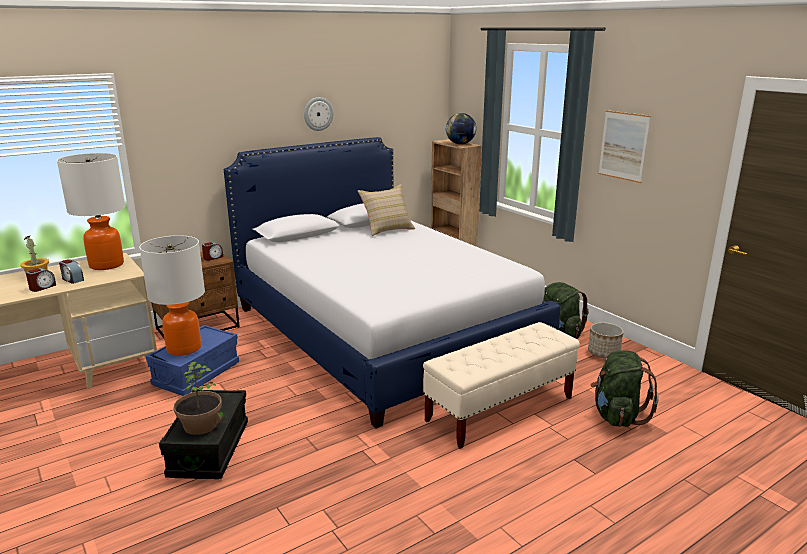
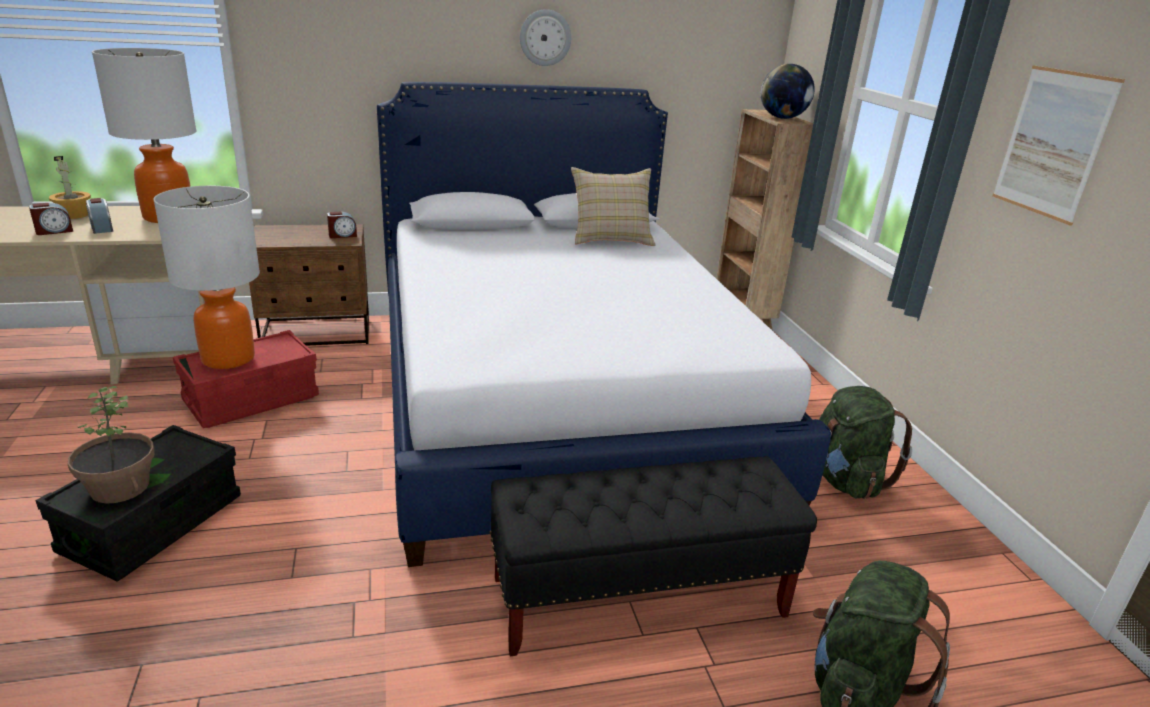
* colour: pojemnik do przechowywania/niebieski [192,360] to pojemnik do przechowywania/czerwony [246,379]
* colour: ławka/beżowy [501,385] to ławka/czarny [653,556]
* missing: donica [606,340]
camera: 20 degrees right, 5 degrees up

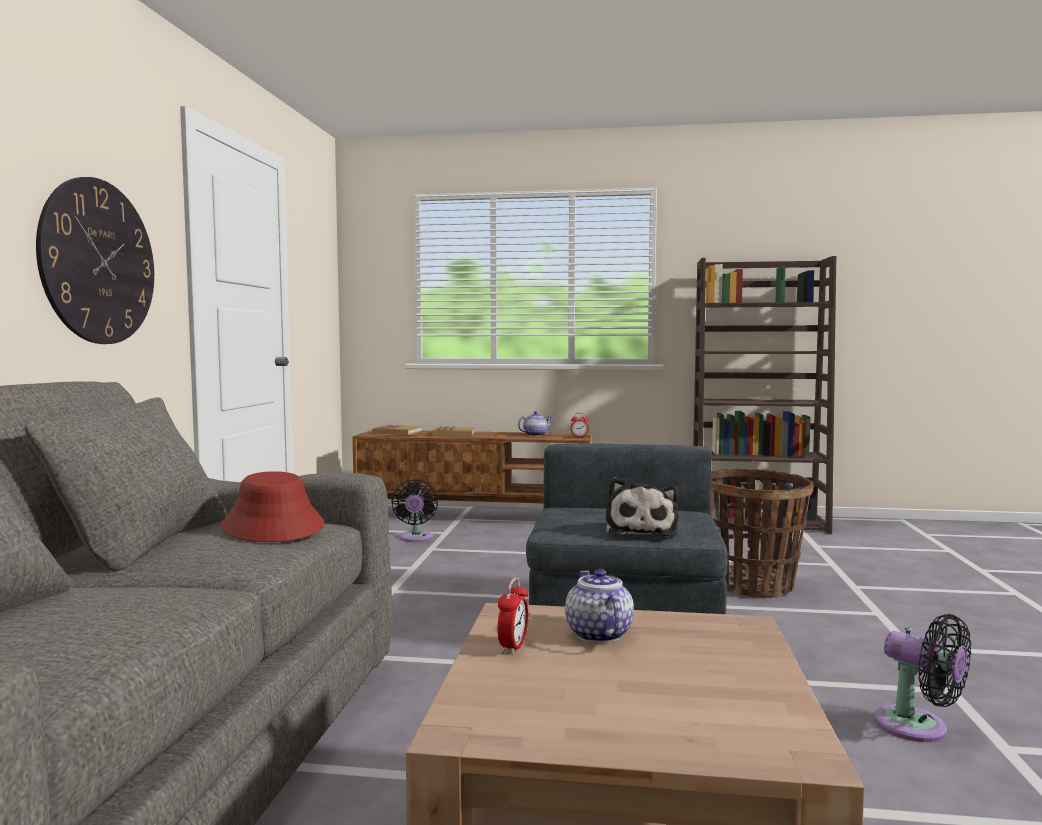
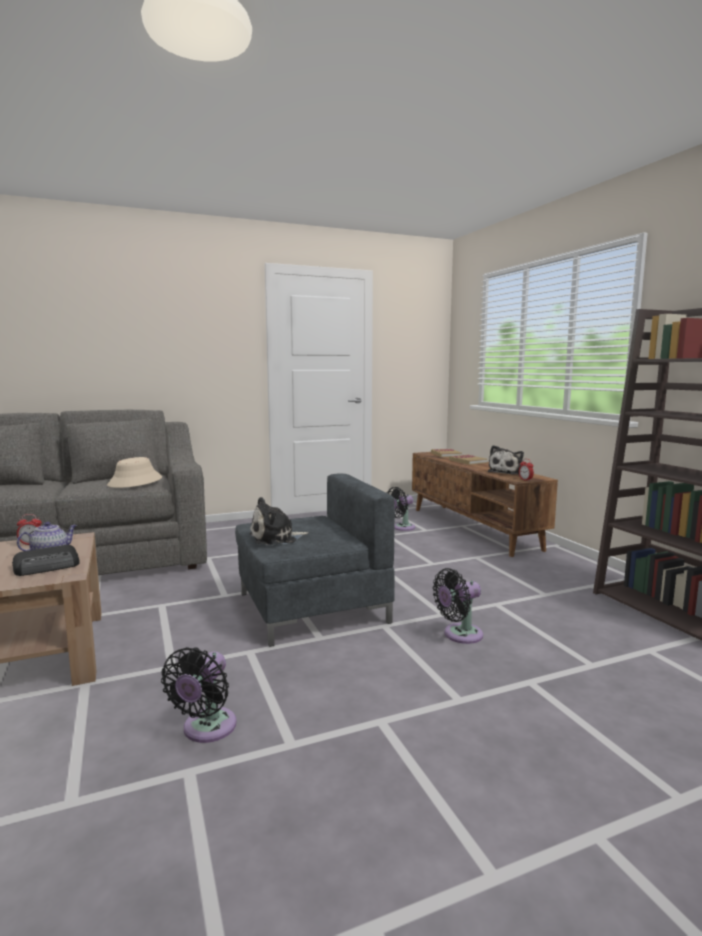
* missing: zegar ścienny [95,260]
* colour: kapelusz/czerwony [272,506] to kapelusz/beżowy [134,472]
* exchanged: imbryk [535,423] to pluszak [506,460]
* exchanged: koszyk [761,533] to wentylator/czarny [458,606]
* appeared: radio [46,560]
camera: 60 degrees right, 5 degrees up

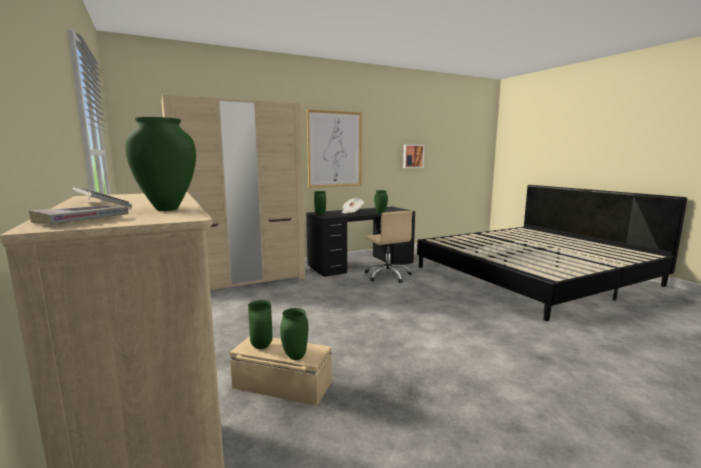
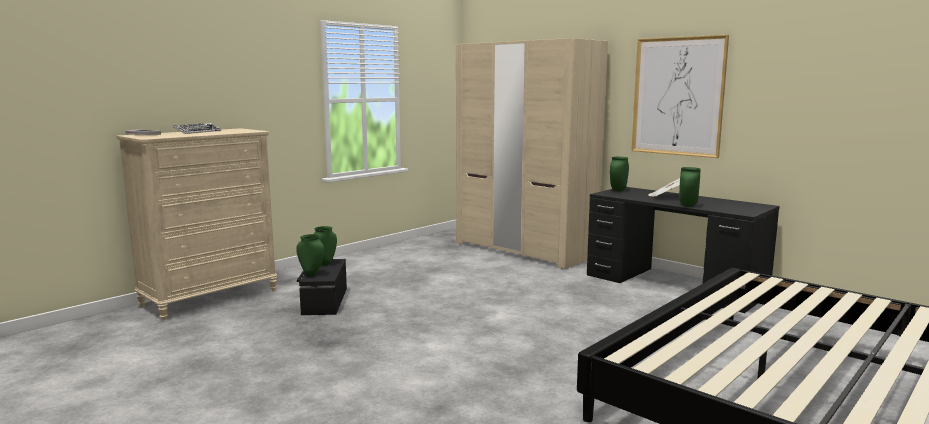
* missing: wazon/zielony [160,164]
* colour: pojemnik do przechowywania/beżowy [281,371] to pojemnik do przechowywania/czarny [322,287]
* missing: krzesło biurowe/beżowy [389,247]
* missing: obraz [413,156]
camera: 70 degrees right, 0 degrees up

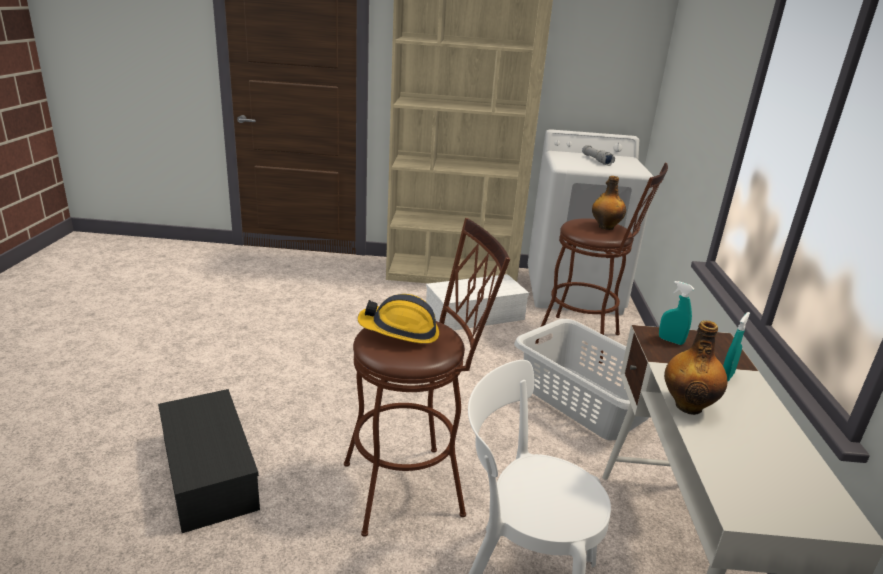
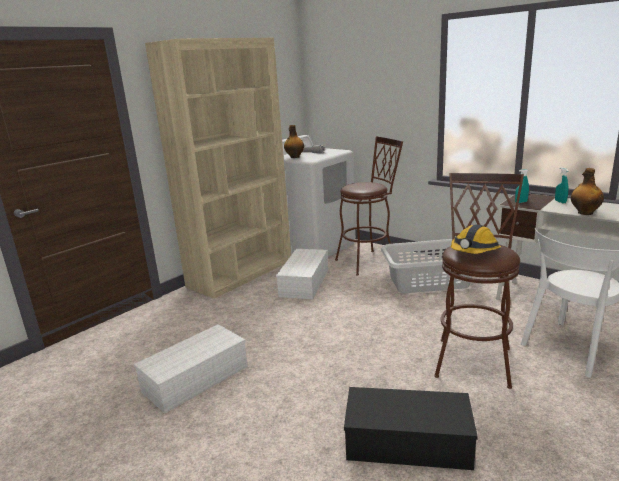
* relocated: butelka [609,203] to [294,141]
* appeared: pojemnik do przechowywania/biały [191,368]
camera: 50 degrees left, 5 degrees down

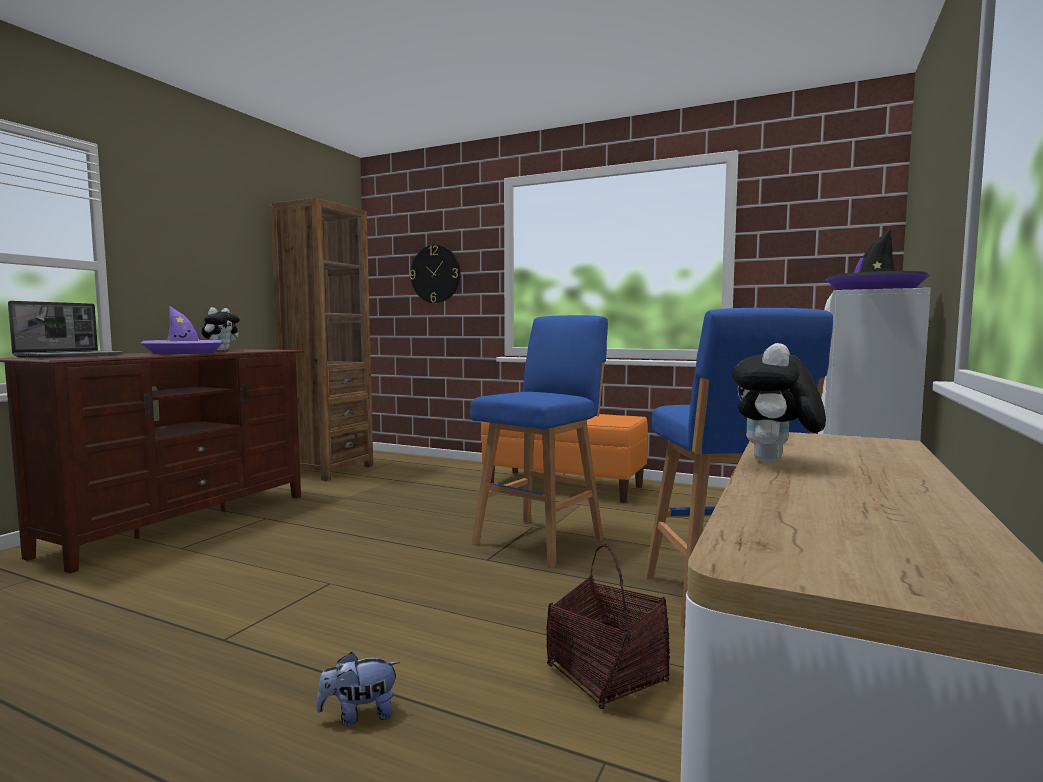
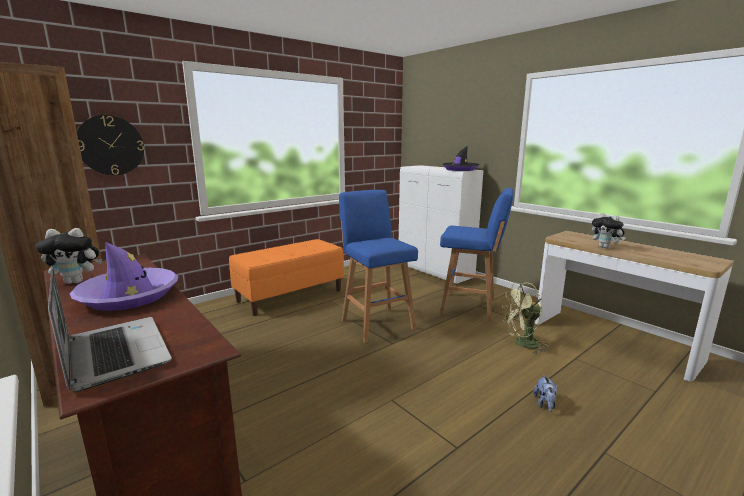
* spun: pluszak [221,329] = [68,256] 120 degrees clockwise
* exchanged: koszyk [608,626] to wentylator/zielony [525,318]
camera: 65 degrees left, 10 degrees up

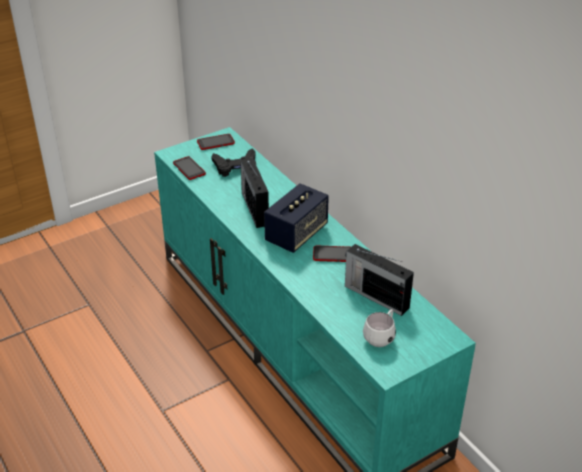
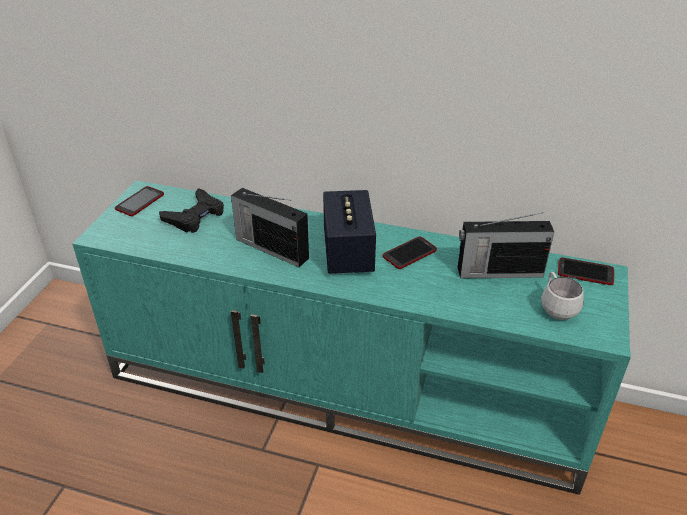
* relocated: telefon [189,168] to [586,271]
camera: 40 degrees left, 0 degrees up

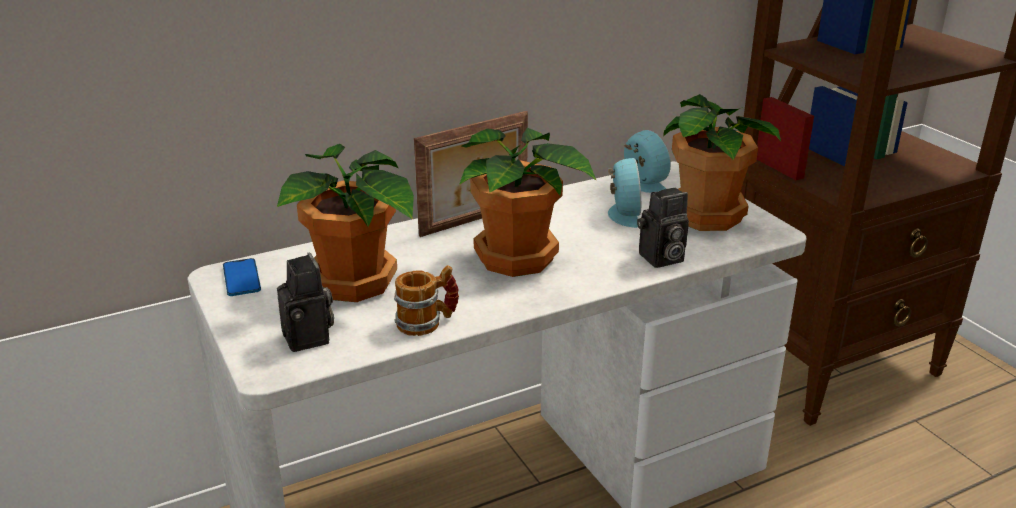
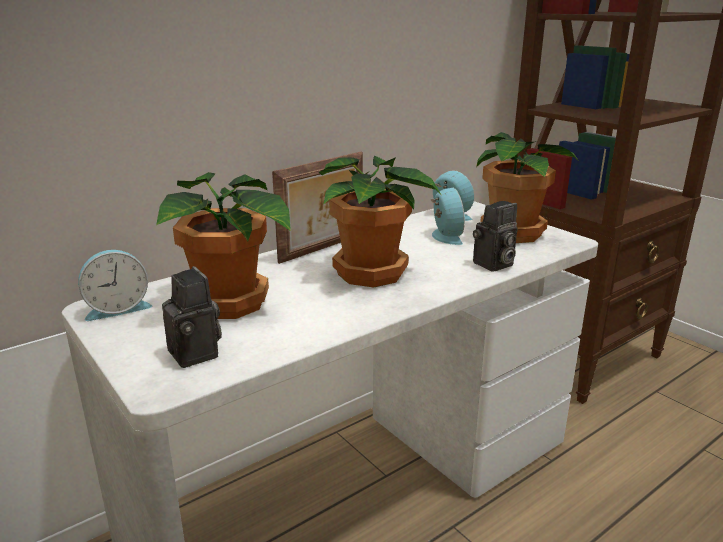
* exchanged: telefon [242,277] to budzik [115,285]
* missing: kubek [426,300]
camera: 10 degrees left, 5 degrees down

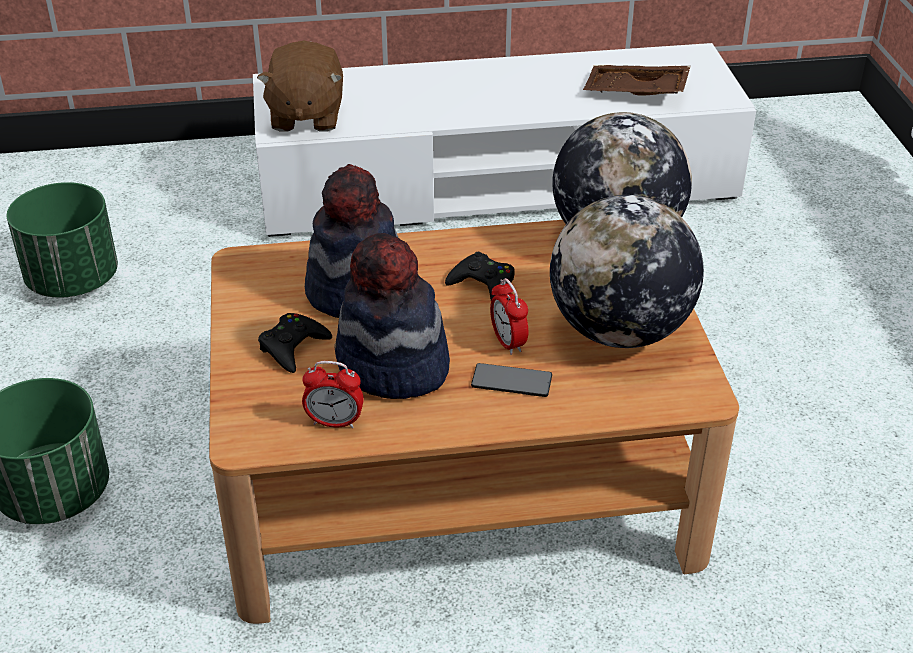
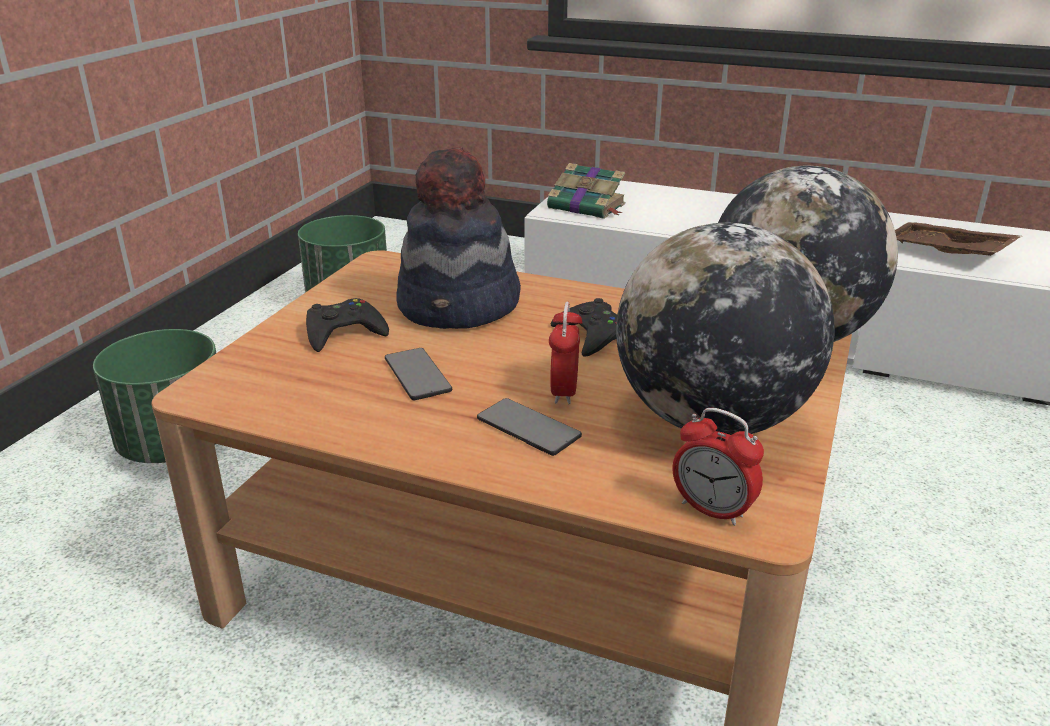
* exchanged: pluszak/brązowy [300,86] to książka [586,191]
* relocated: budzik [333,394] to [718,467]
* exchanged: kapelusz [392,316] to telefon [418,374]
camera: 30 degrees right, 10 degrees down

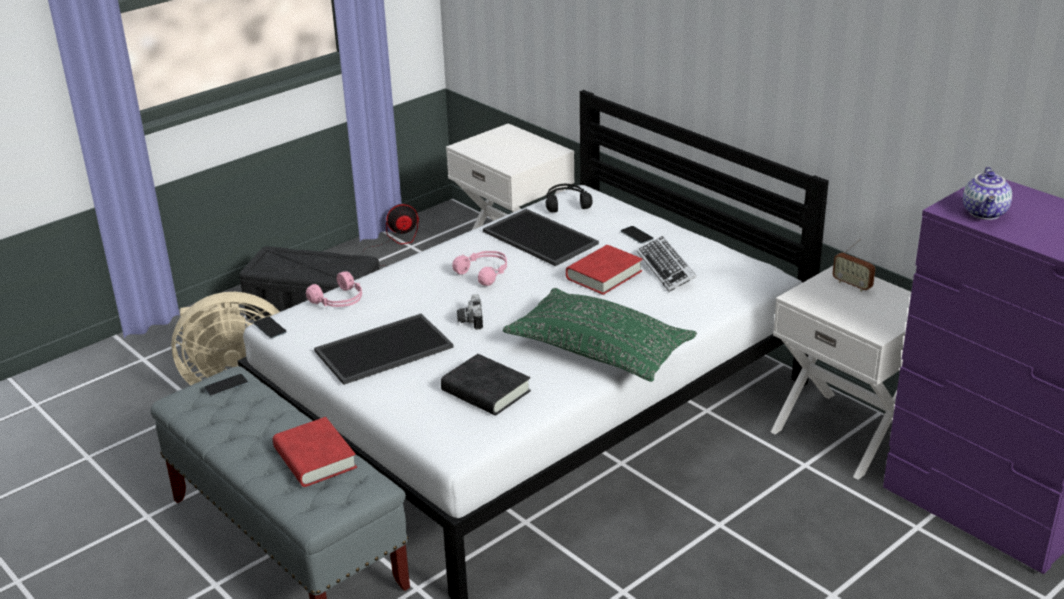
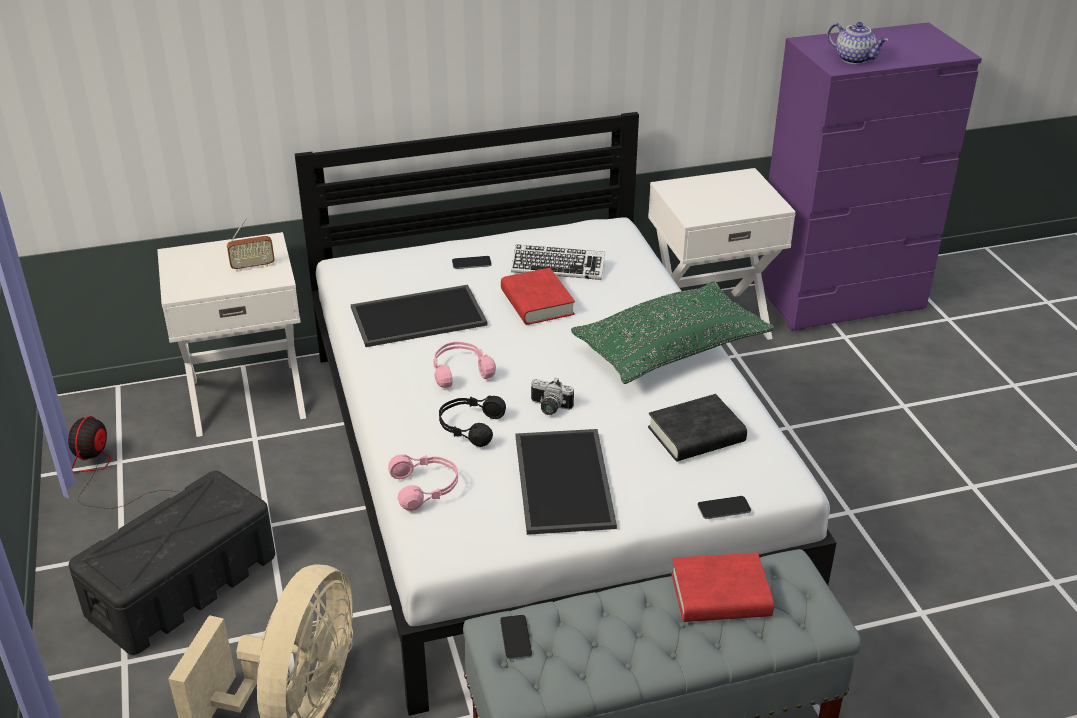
* relocated: telefon [270,327] to [724,507]
* relocated: słuchawki/czarny [569,198] to [472,421]
* relocated: radio [854,265] to [251,244]
camera: 65 degrees left, 5 degrees up

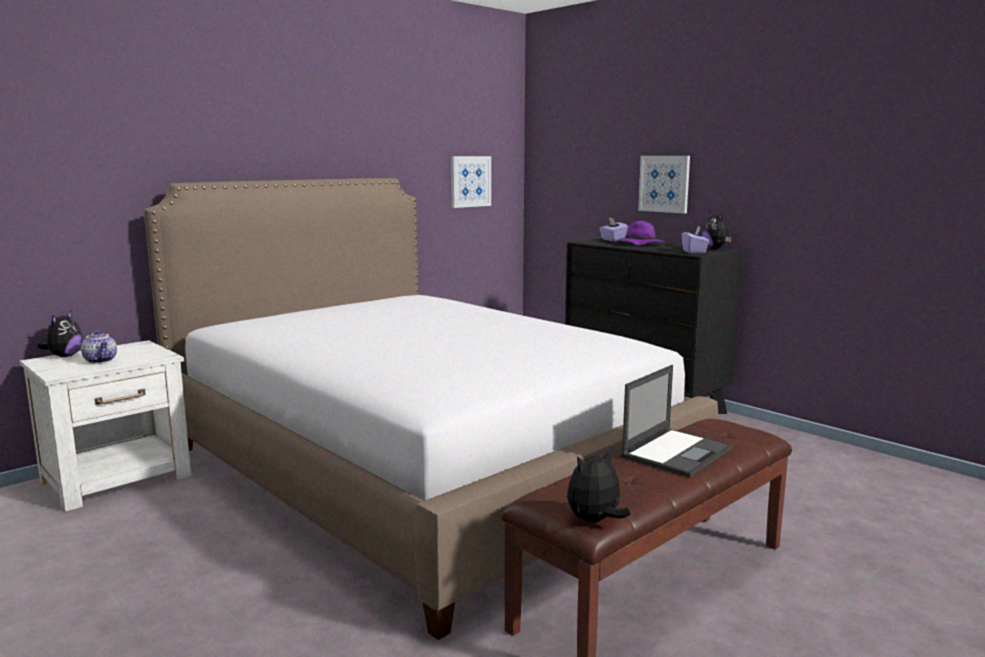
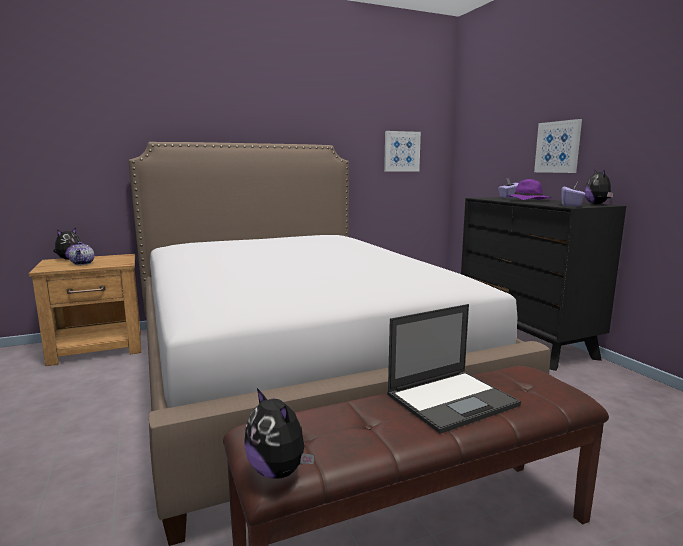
* colour: szafka nocna/biały [105,426] to szafka nocna/brązowy [85,310]
* spun: pluszak [598,485] = [279,433] 120 degrees counterclockwise
camera: 20 degrees right, 0 degrees up

